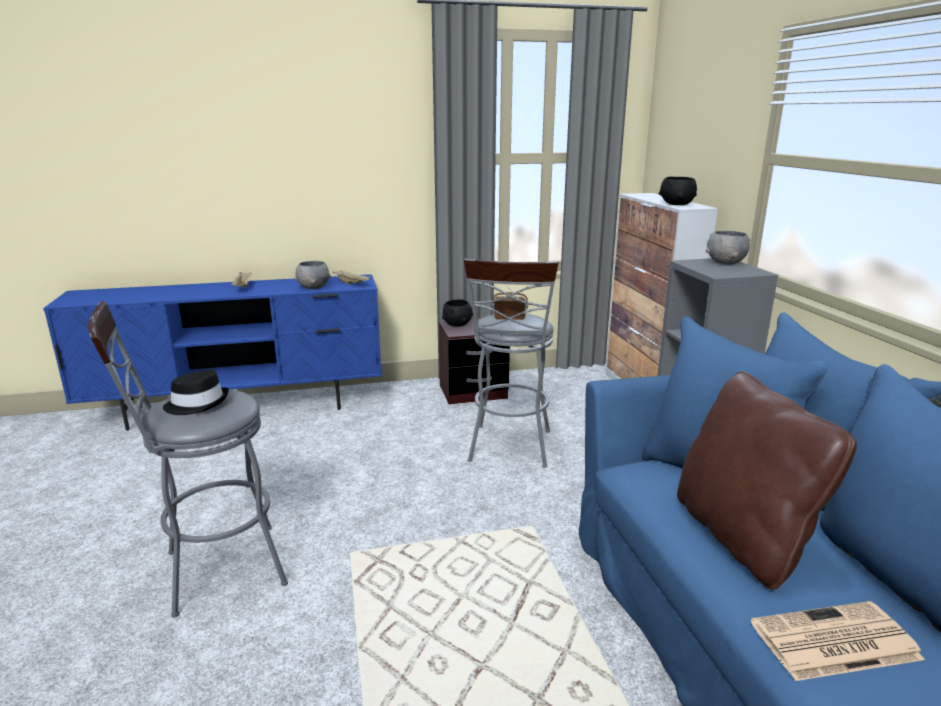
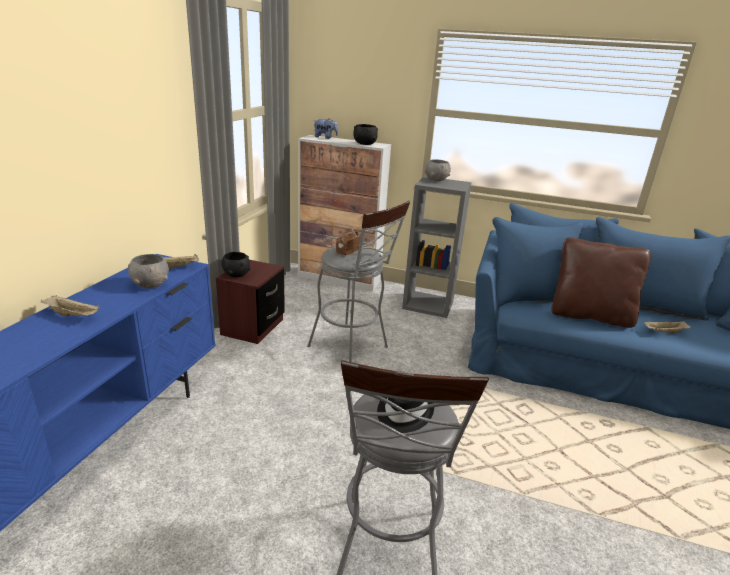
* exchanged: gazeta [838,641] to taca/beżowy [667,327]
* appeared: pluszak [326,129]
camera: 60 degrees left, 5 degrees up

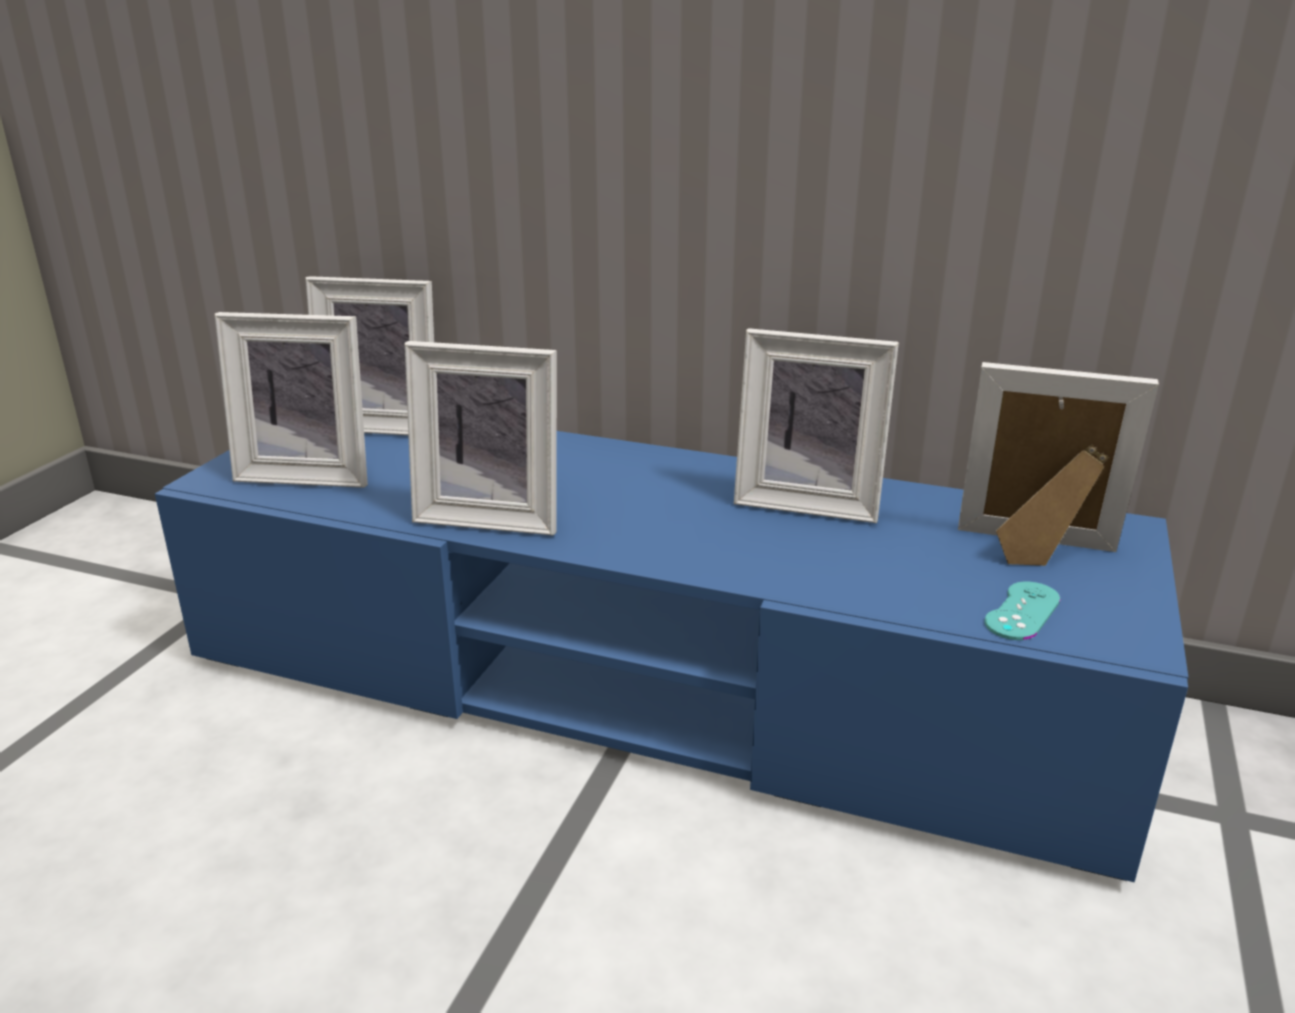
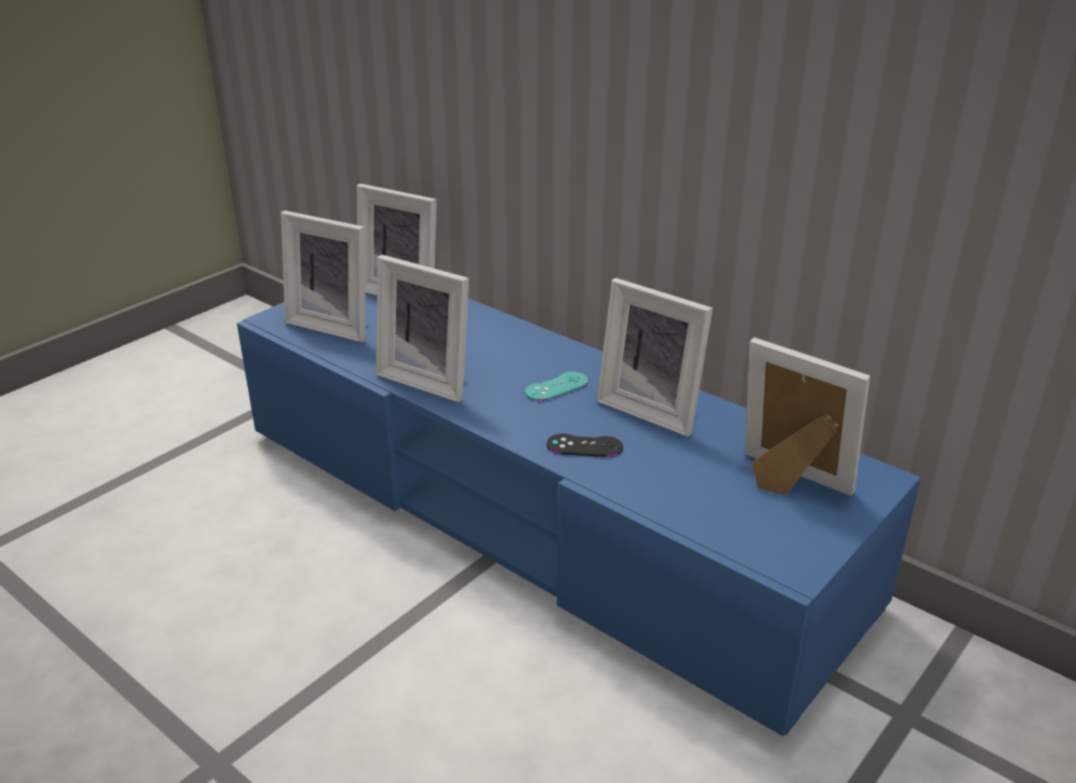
* relocated: pad do gier/turkusowy [1023,611] to [556,386]
* appeared: pad do gier/czarny [585,445]
camera: 20 degrees right, 5 degrees up

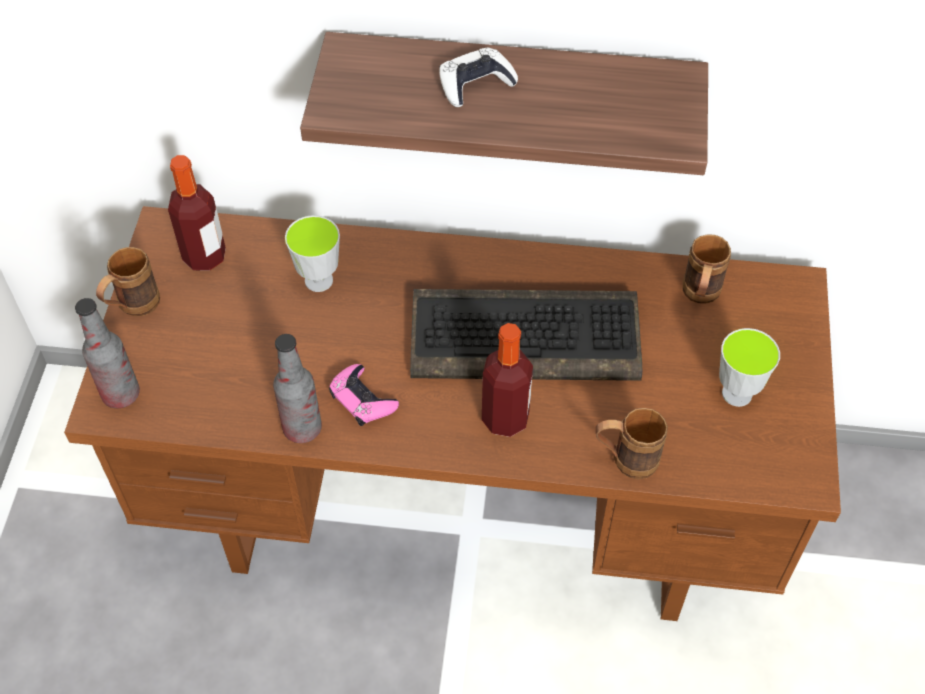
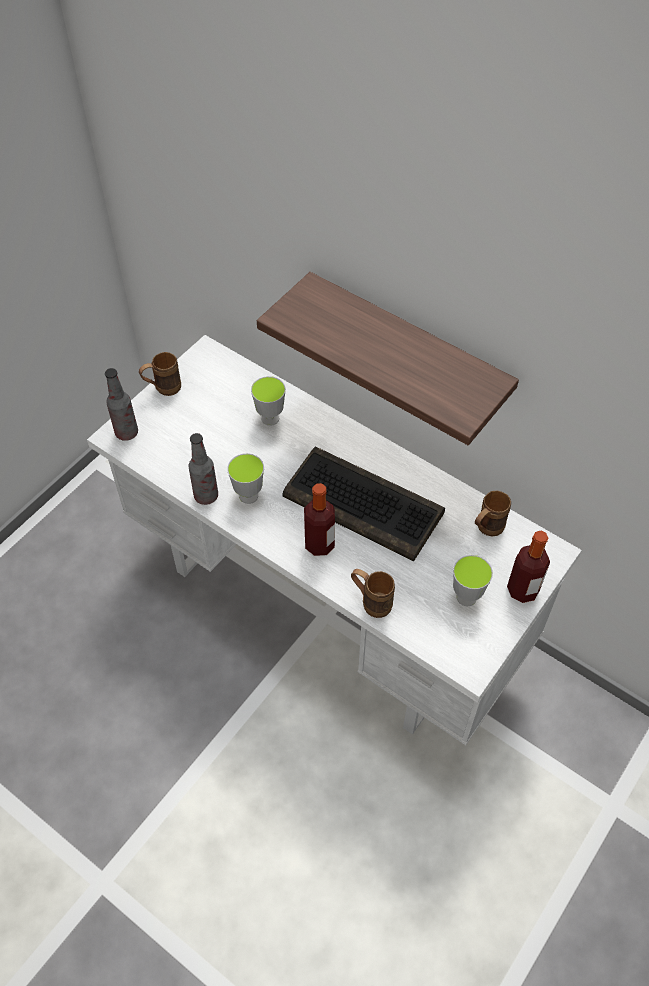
* colour: biurko/brązowy [452,413] to biurko/biały [334,540]
* relocated: butelka [197,213] to [528,567]
* exchanged: pad do gier/różowy [364,395] to filiżanka [245,478]
* missing: pad do gier/biały [478,77]
camera: 30 degrees right, 0 degrees up

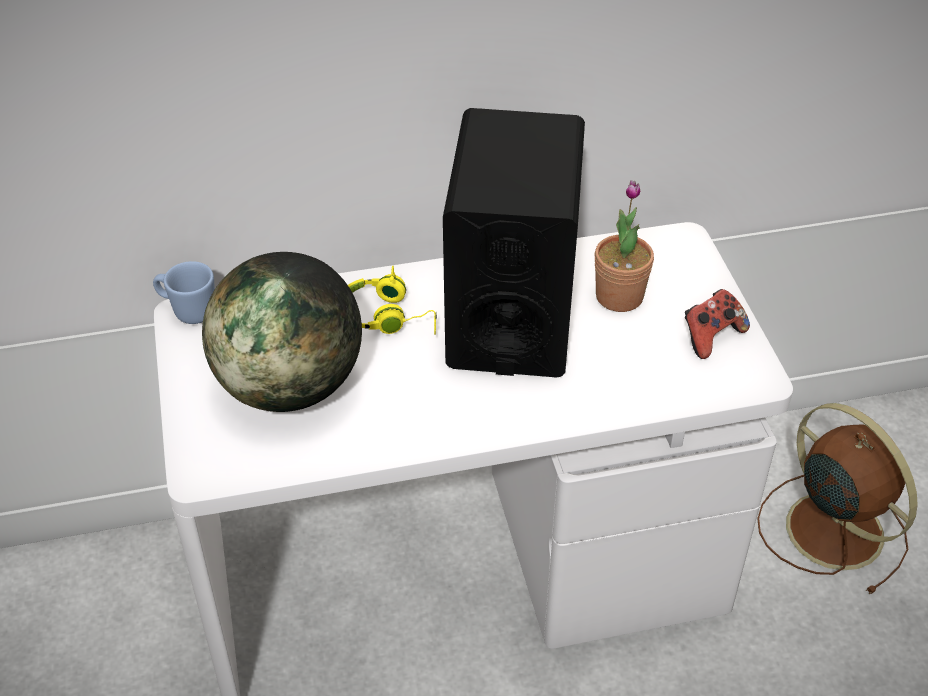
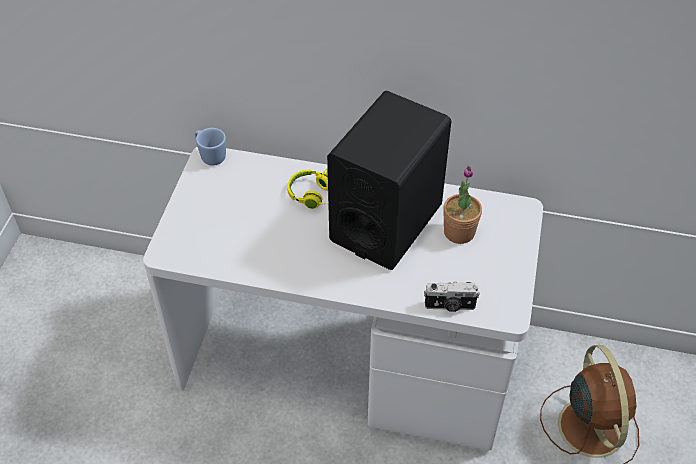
* missing: globus [282,332]
* missing: pad do gier [717,324]
* appeared: aparat fotograficzny [452,296]
camera: 25 degrees right, 5 degrees up

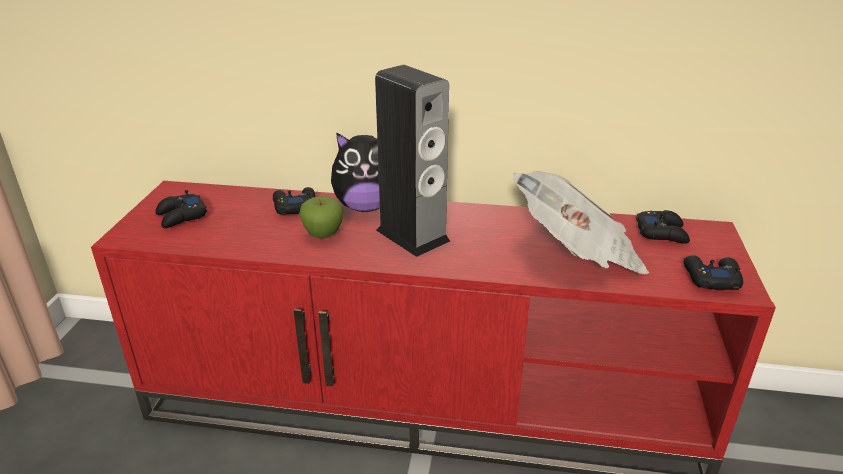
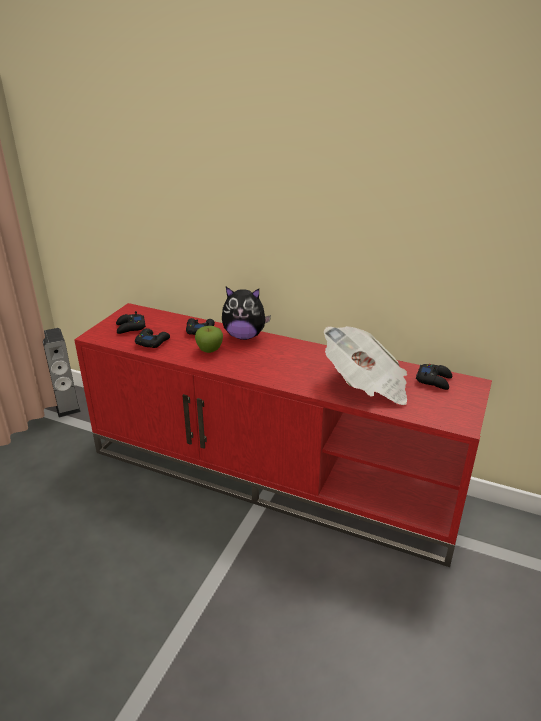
* relocated: głośnik [413,161] to [62,373]
* relocated: pad do gier/czarny [713,272] to [152,338]
camera: 15 degrees right, 0 degrees up

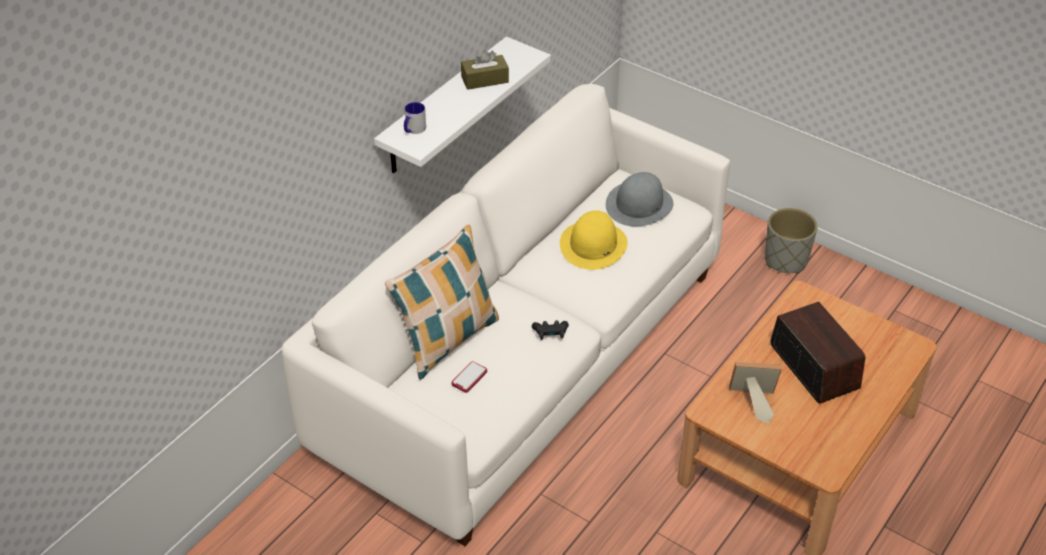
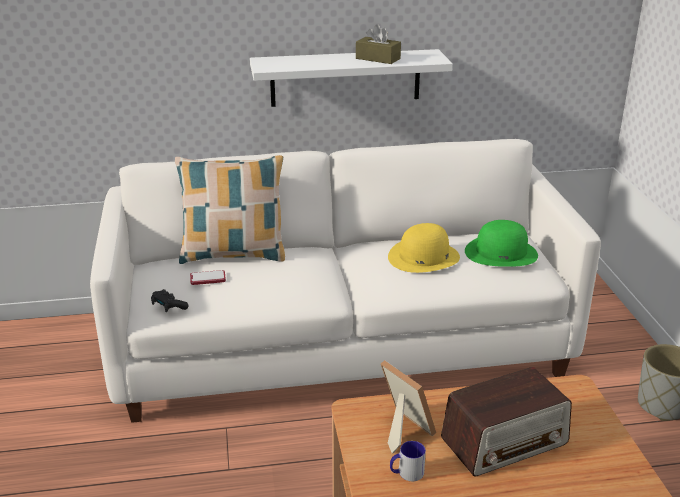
* relocated: kubek [415,118] to [408,461]
* relocated: pad do gier/czarny [550,330] to [170,300]
* colour: kapelusz/szary [639,199] to kapelusz/zielony [501,243]
* spun: radio [817,353] = [506,421] 45 degrees clockwise
camera: 45 degrees right, 15 degrees down

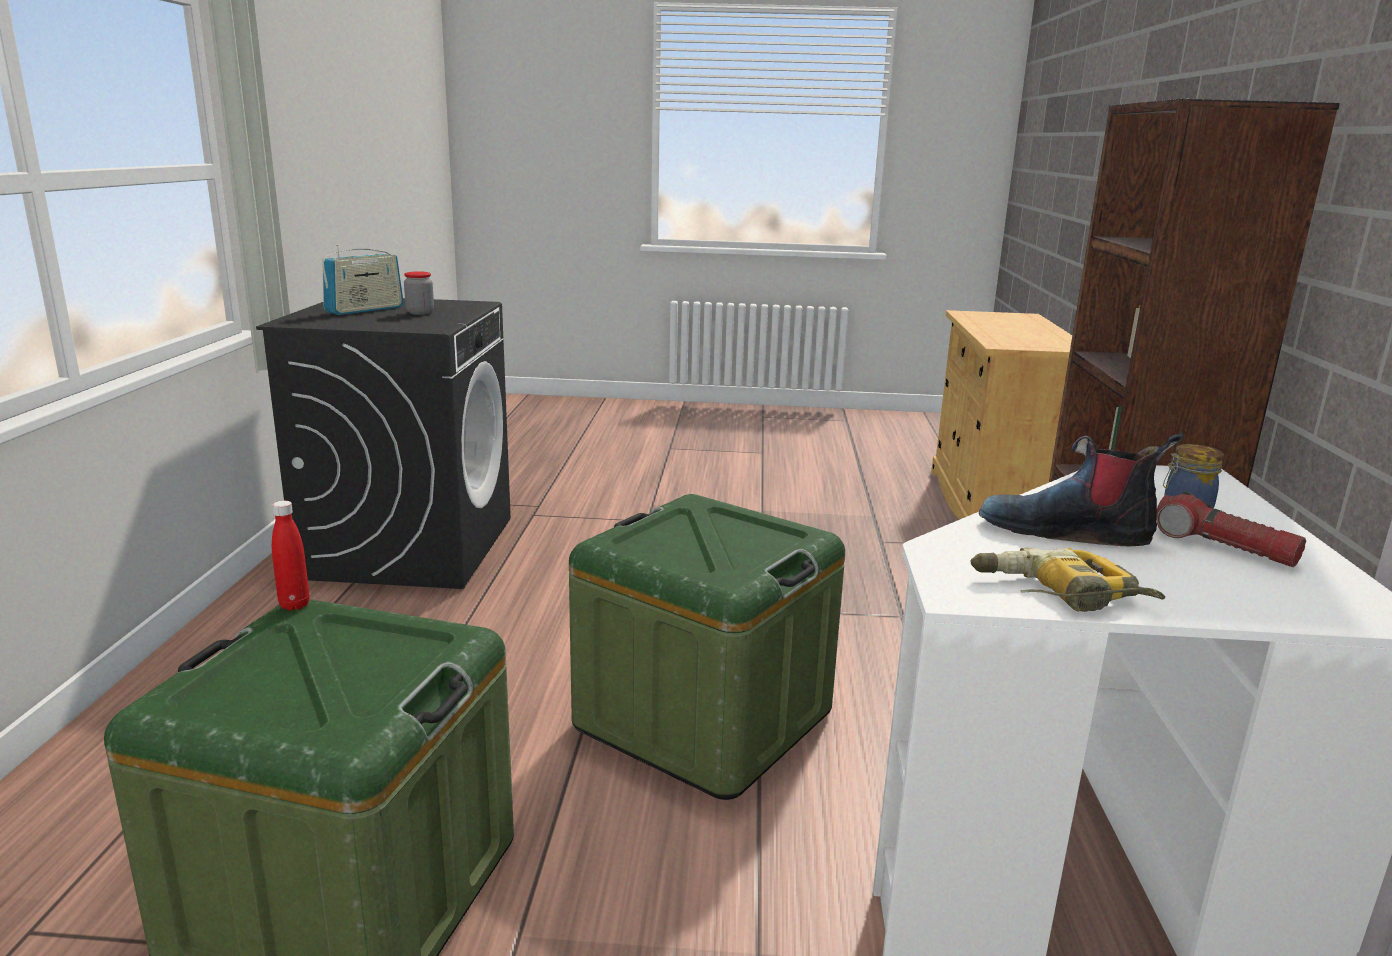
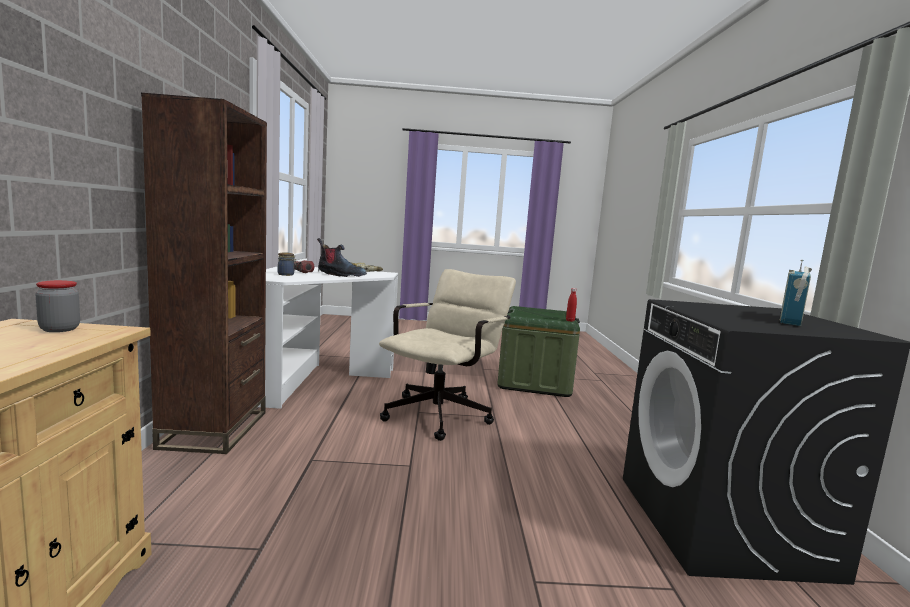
* relocated: słoik [419,293] to [57,306]
* exchanged: pojemnik do przechowywania/zielony [707,647] to krzesło biurowe/beżowy [447,355]
camera: 175 degrees right, 10 degrees down

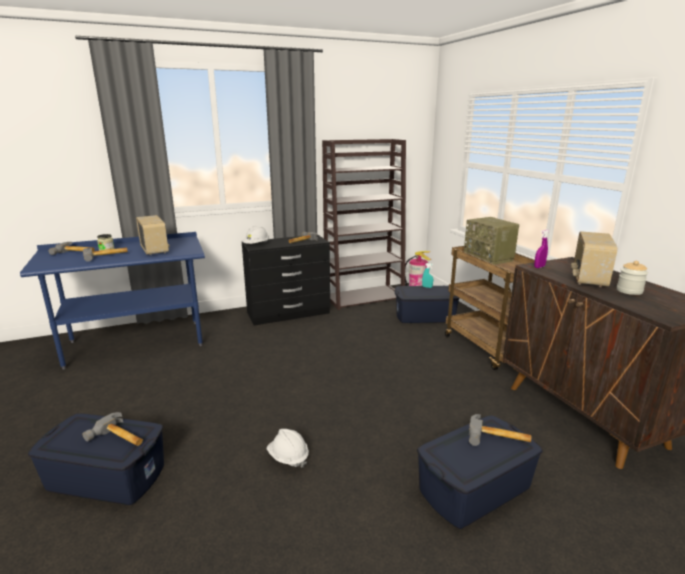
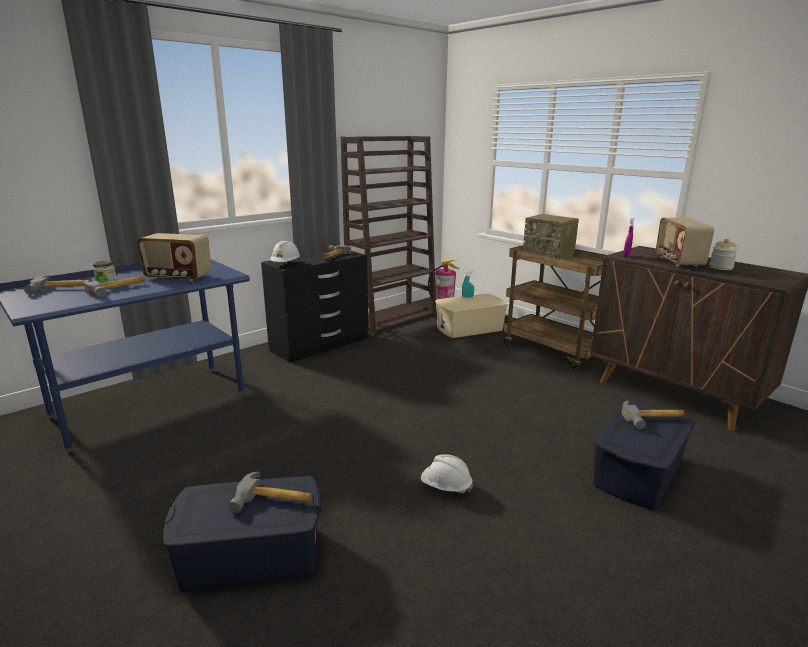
* spun: radio [153,235] = [174,257] 150 degrees clockwise
* colour: pojemnik do przechowywania/niebieski [427,304] to pojemnik do przechowywania/beżowy [471,316]
camera: 20 degrees left, 0 degrees up

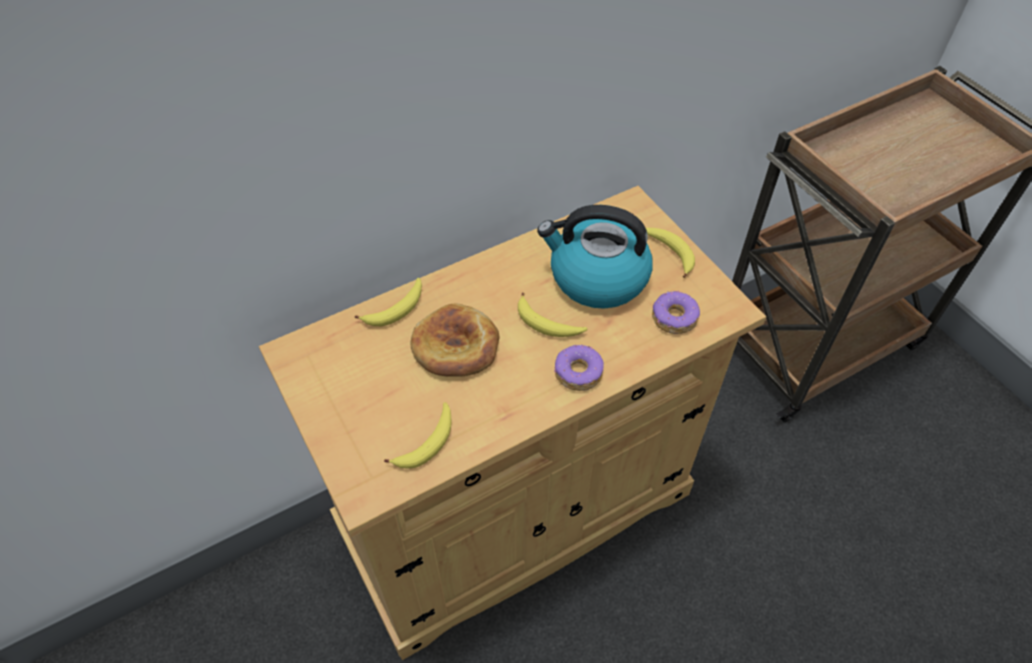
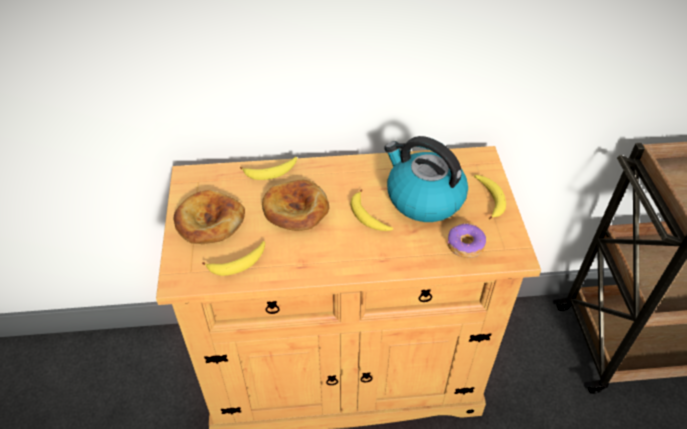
* missing: donut [579,367]
* appeared: chleb [209,217]
camera: 25 degrees right, 5 degrees down

